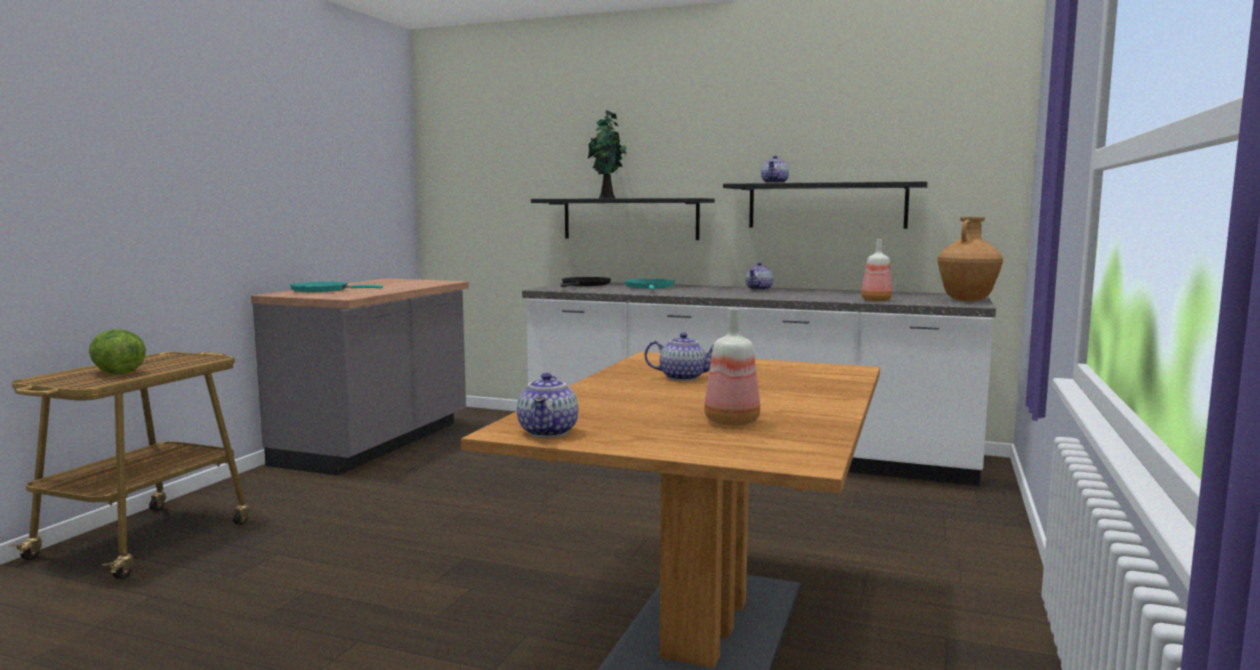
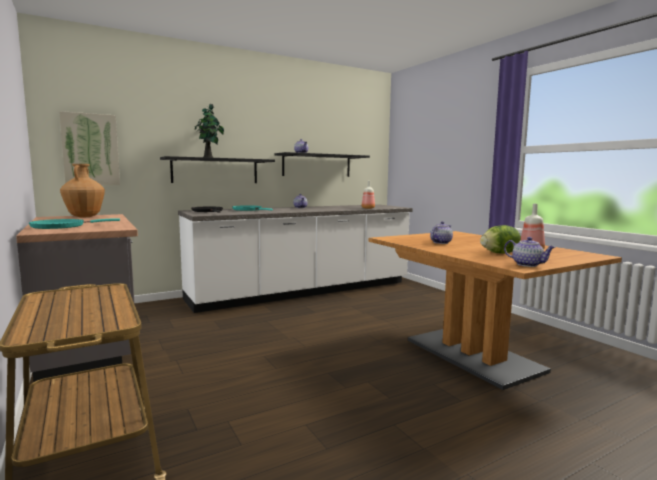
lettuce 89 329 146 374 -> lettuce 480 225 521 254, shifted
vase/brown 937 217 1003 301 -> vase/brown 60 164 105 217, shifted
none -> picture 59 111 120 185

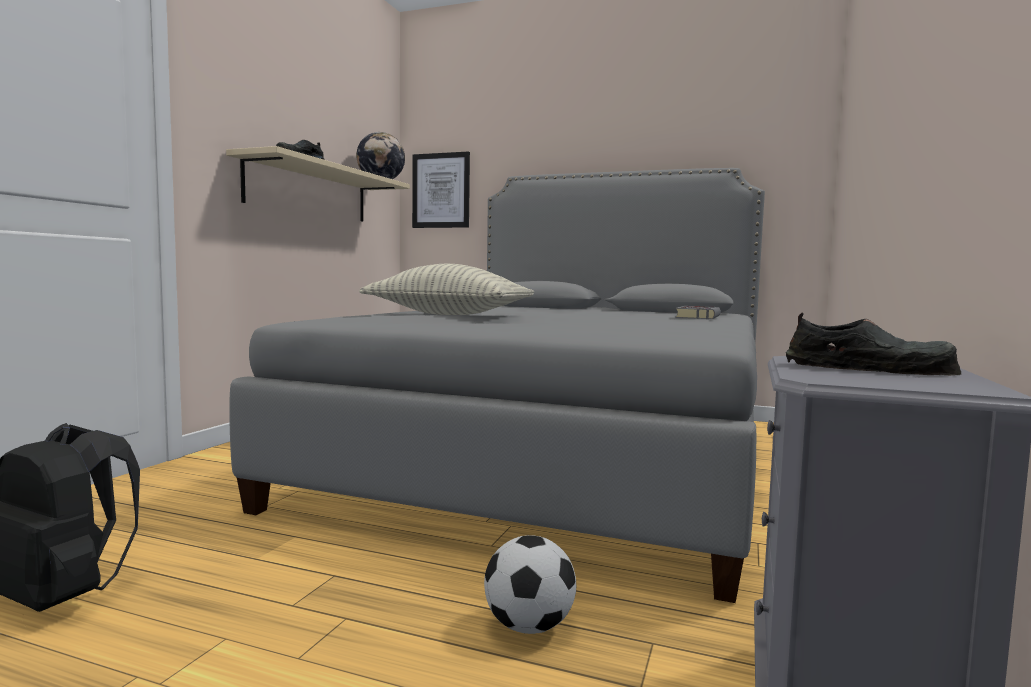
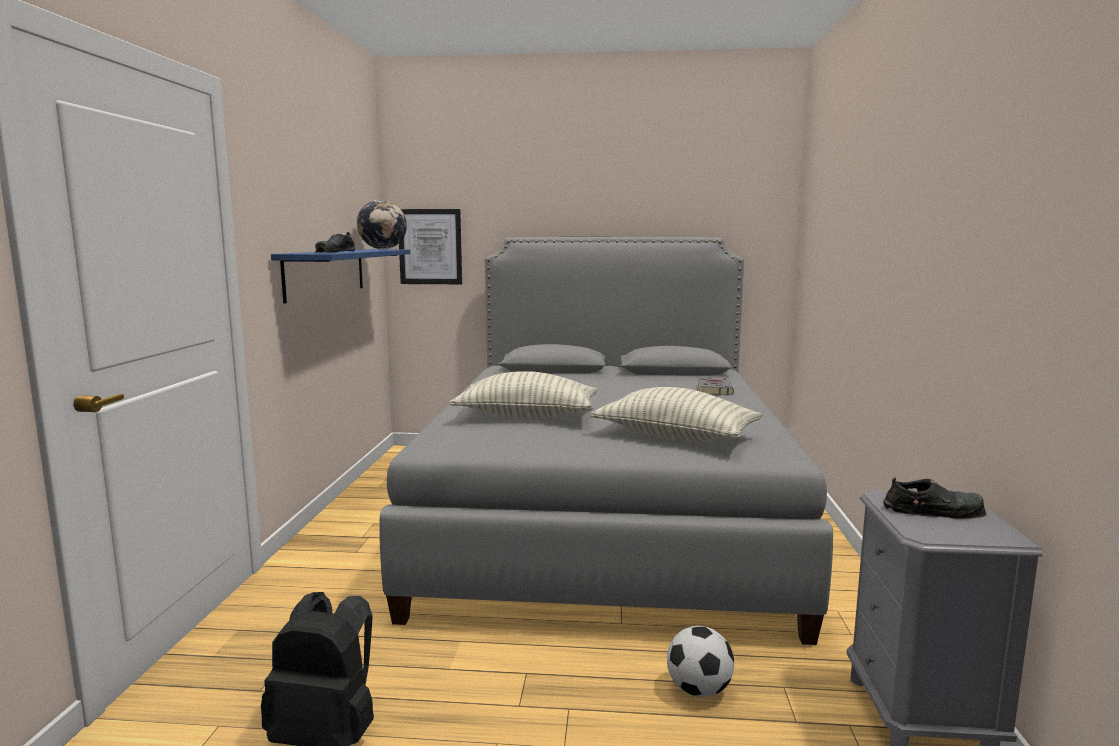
shelf/beige 226 146 410 221 -> shelf/blue 271 249 410 304
none -> pillow 590 387 762 441

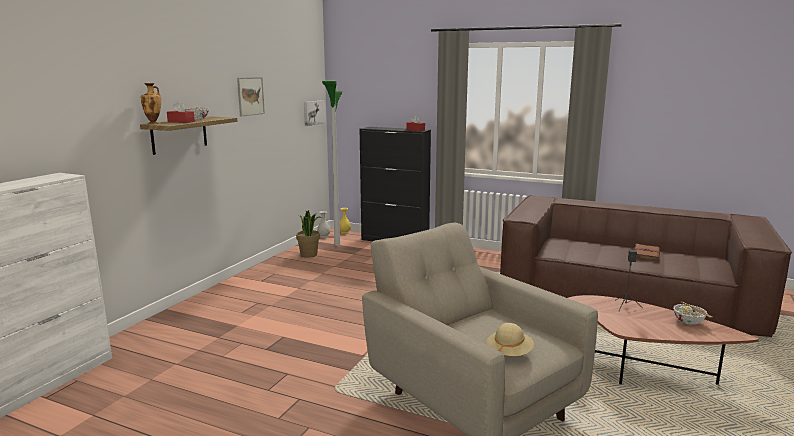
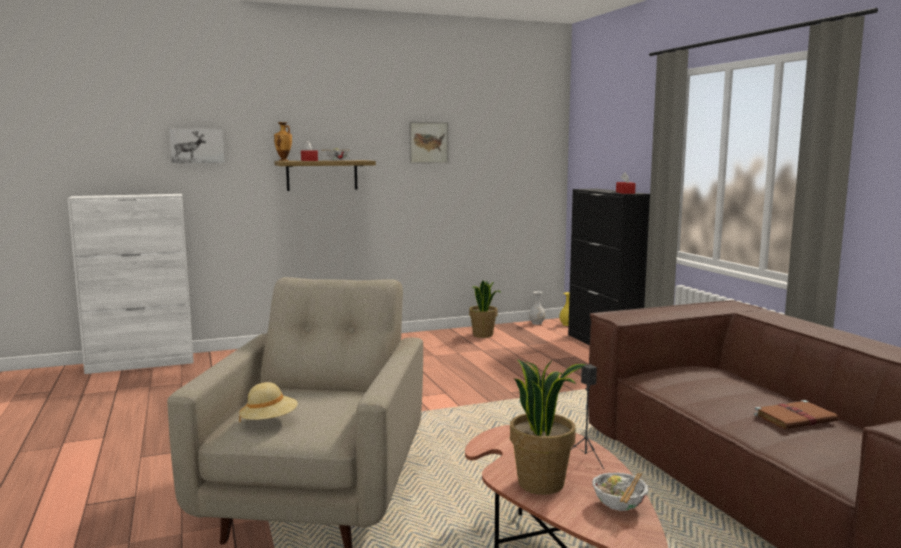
picture 304 100 326 126 -> picture 169 129 224 163, shifted
floor lamp 322 81 342 246 -> none
none -> potted plant 510 359 587 495

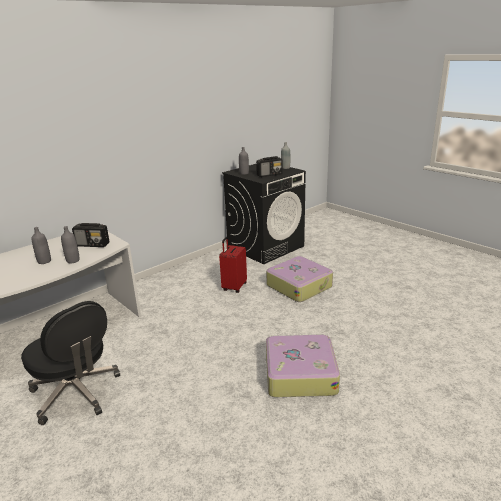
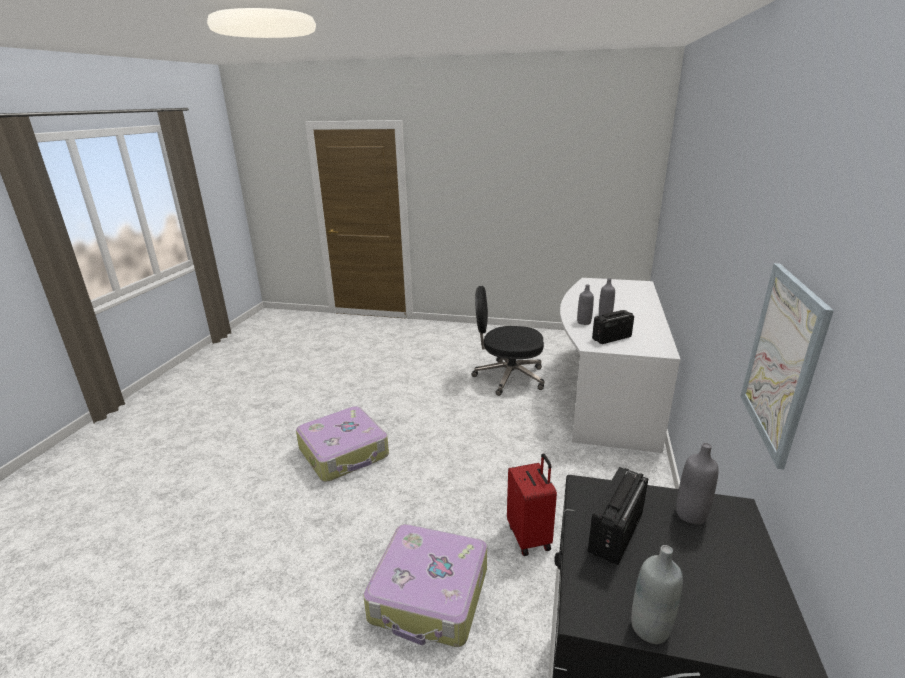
none -> picture 740 263 834 469

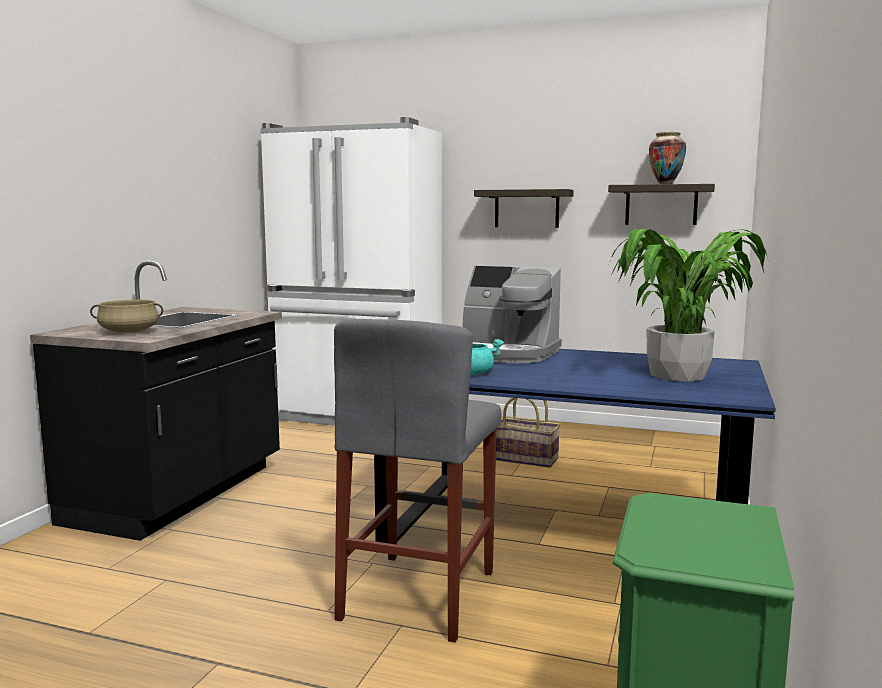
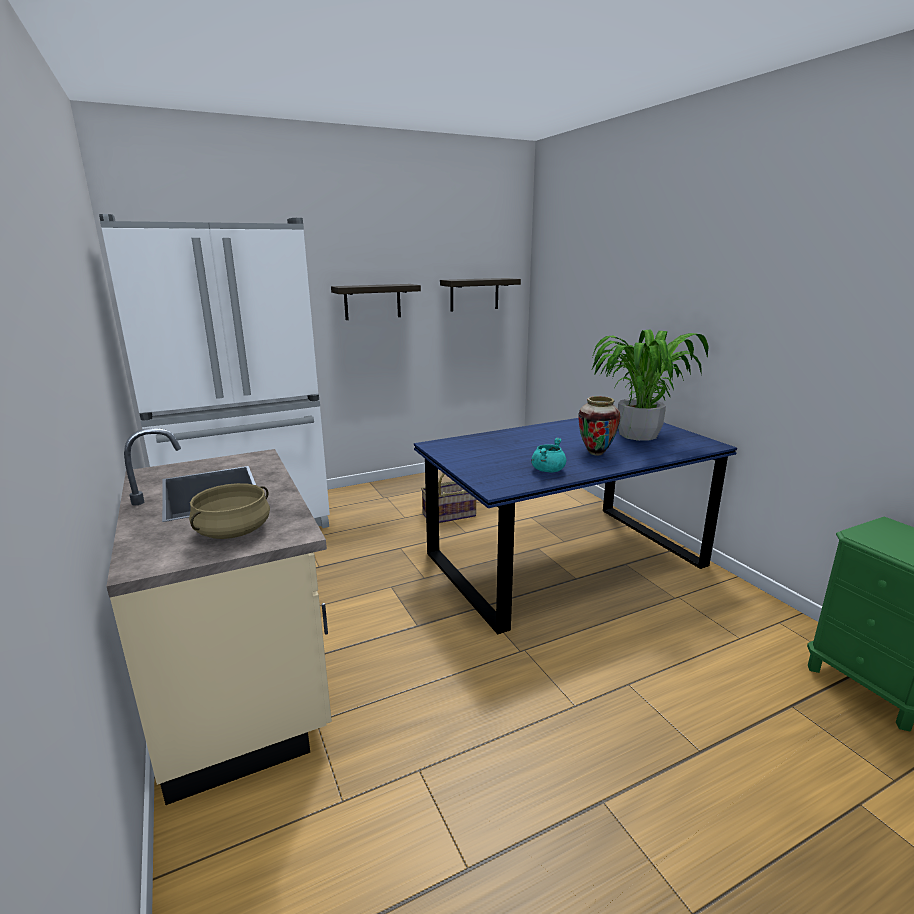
counter/black 30 261 282 541 -> counter/beige 106 428 332 805
stool/grey 334 319 502 643 -> none
coffee machine 462 266 562 363 -> none
vase 649 132 686 184 -> vase 578 396 621 456, shifted

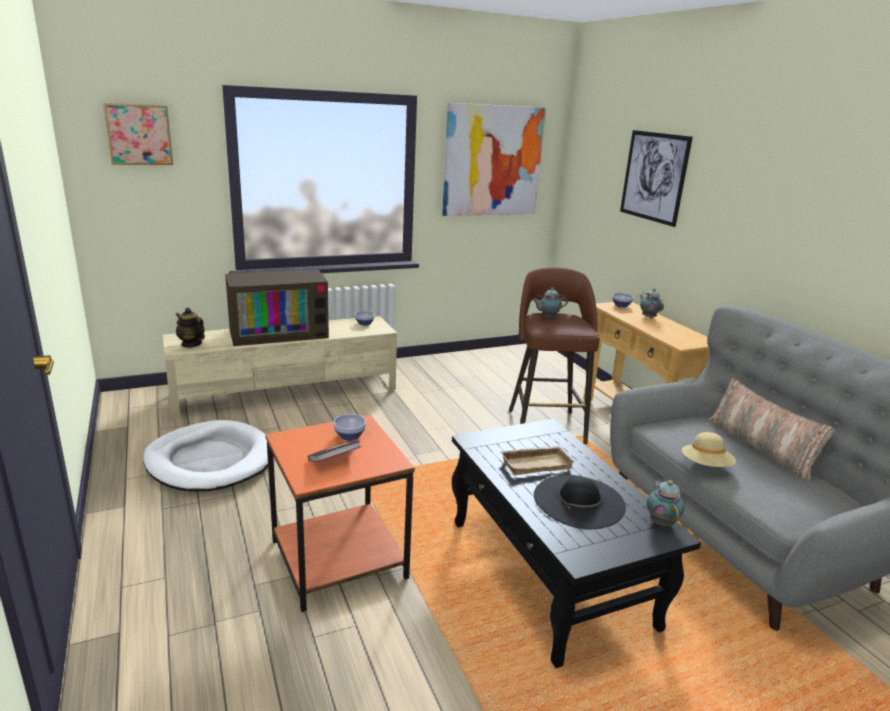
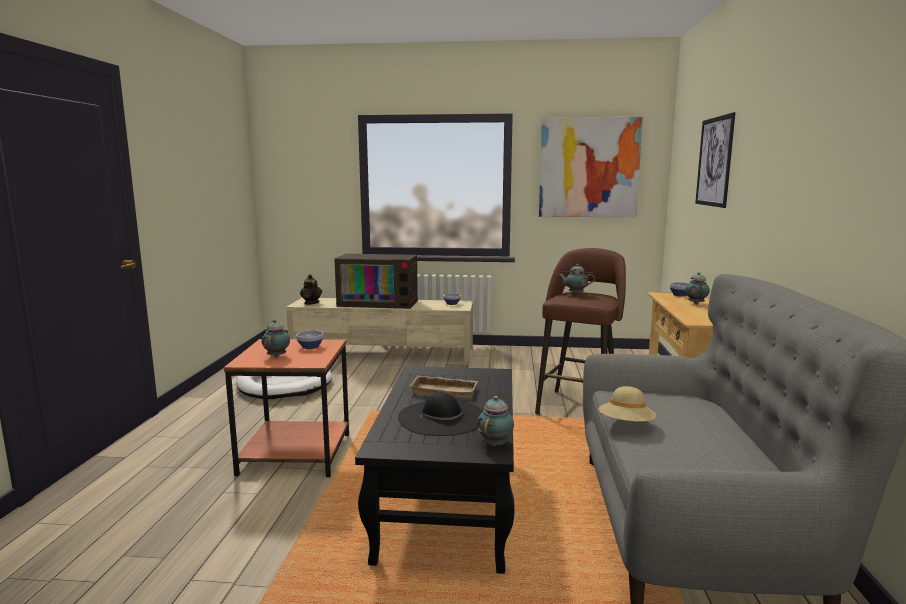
picture 103 103 173 165 -> none
book 308 441 361 462 -> teapot 262 319 290 358
pillow 708 378 835 481 -> none

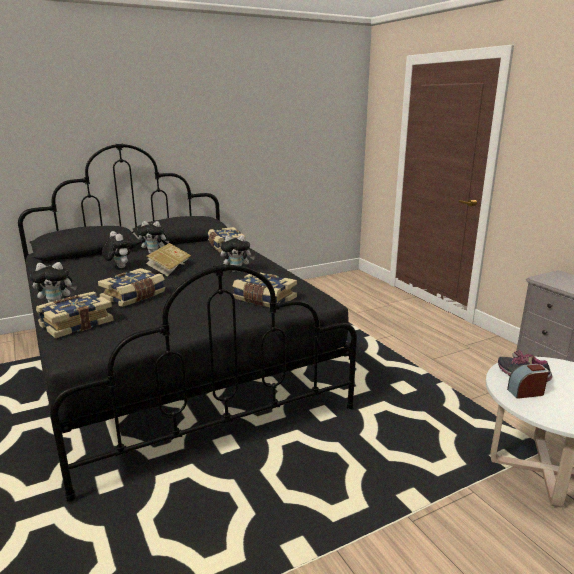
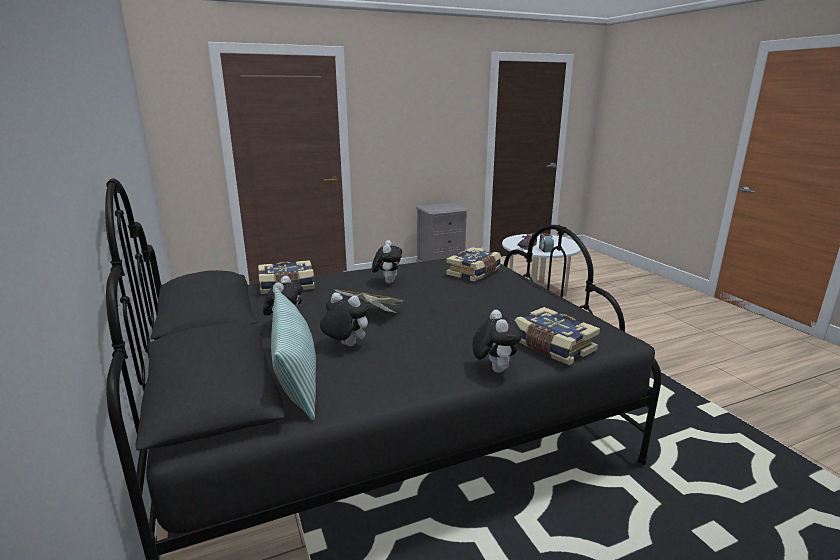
book 98 268 165 307 -> none
plush toy 102 231 132 268 -> plush toy 320 292 370 346, 60 degrees clockwise
none -> pillow 271 288 316 421

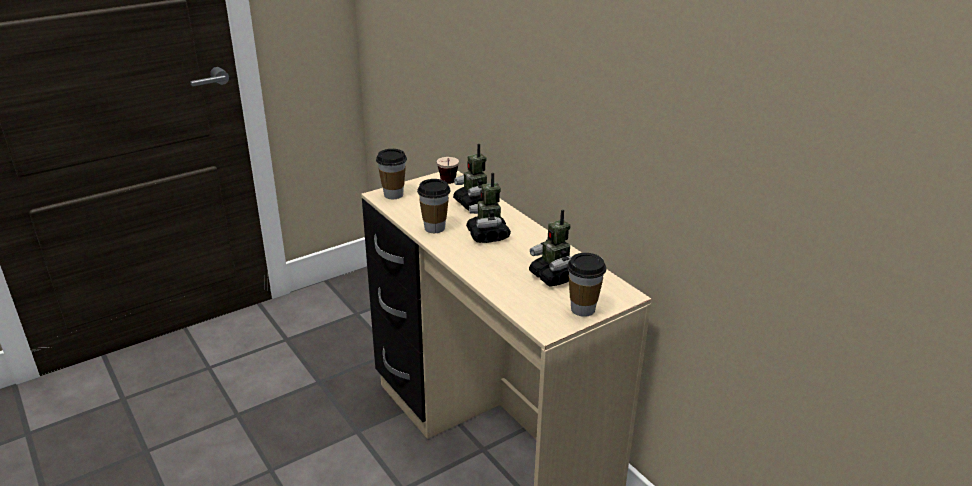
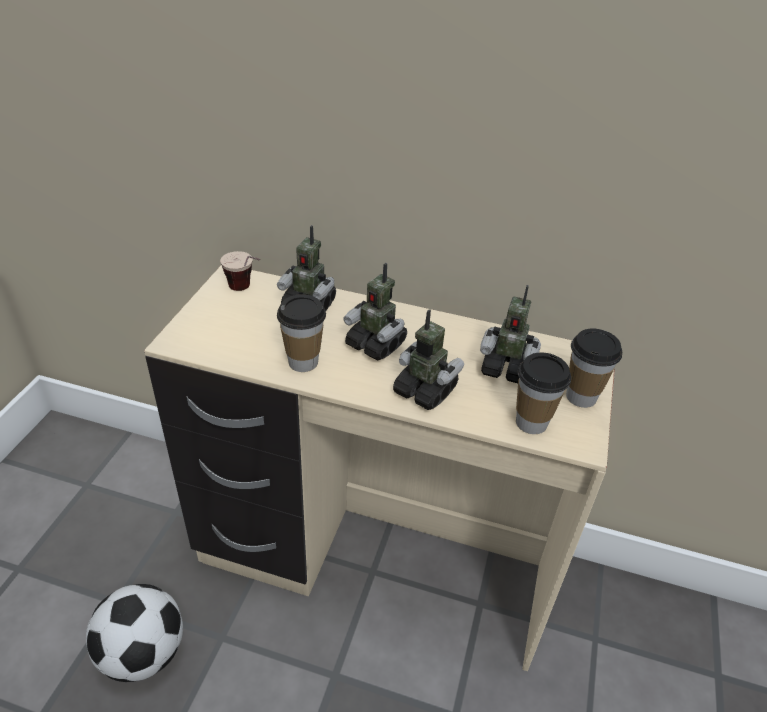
cup 376 149 407 199 -> cup 516 352 571 434, shifted
none -> football 86 584 183 682
none -> toy robot 393 309 464 410

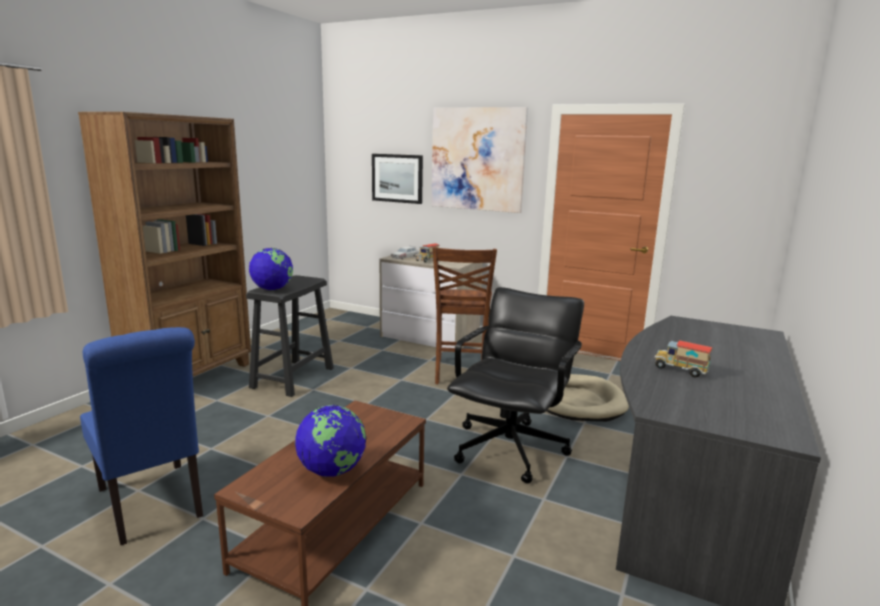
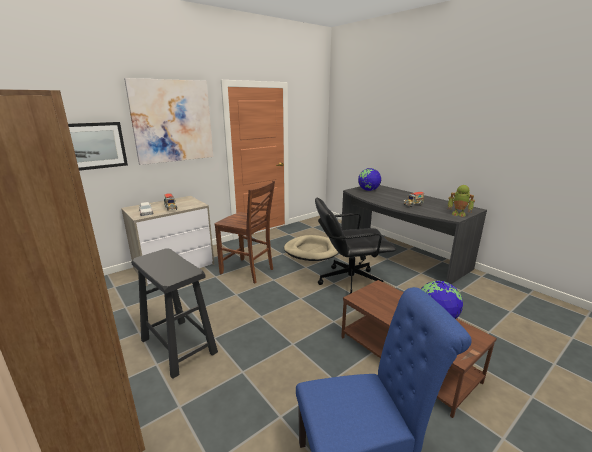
globe 249 248 293 290 -> globe 358 168 381 191, shifted
office chair/black 447 287 584 484 -> office chair/black 315 197 396 294, 60 degrees counterclockwise
none -> toy robot 448 185 475 217

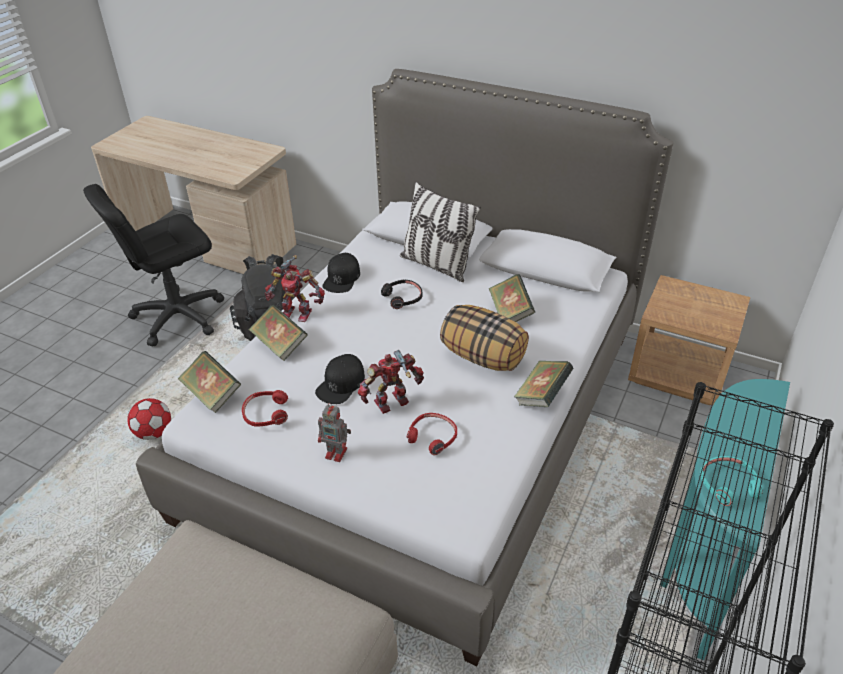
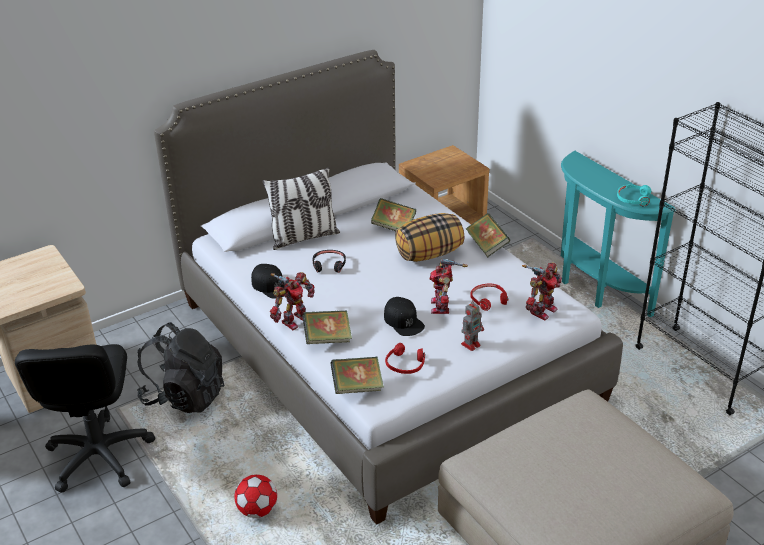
none -> toy robot 522 262 562 320

